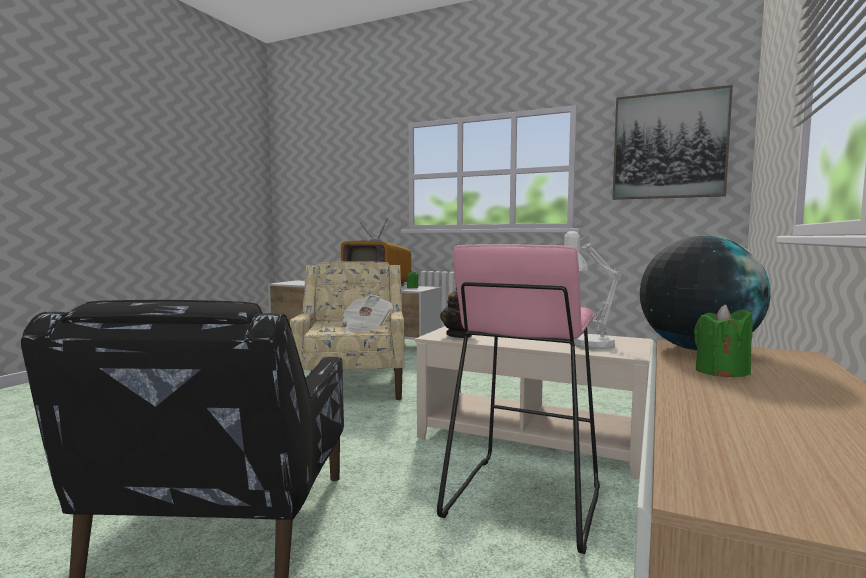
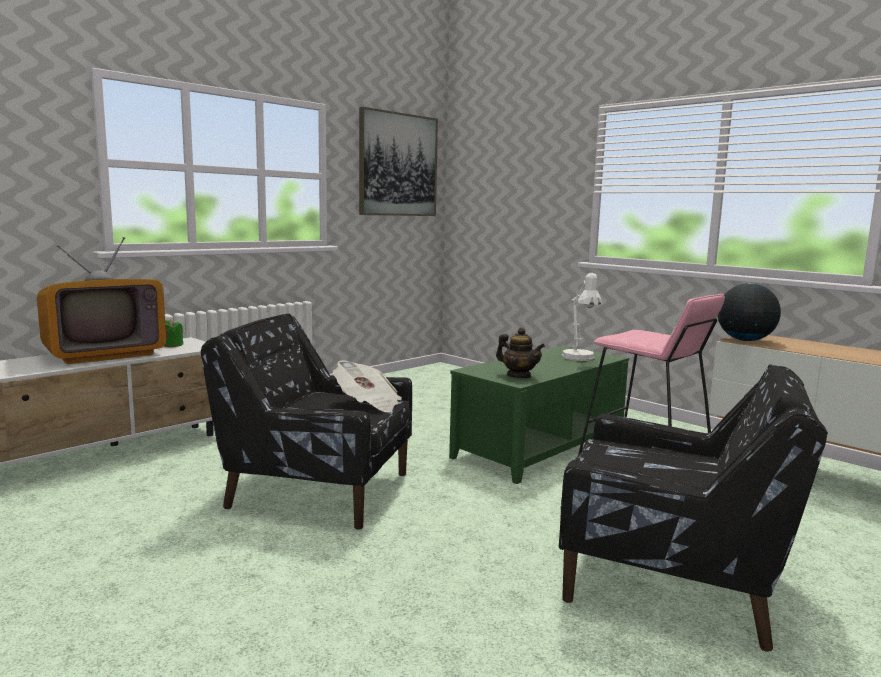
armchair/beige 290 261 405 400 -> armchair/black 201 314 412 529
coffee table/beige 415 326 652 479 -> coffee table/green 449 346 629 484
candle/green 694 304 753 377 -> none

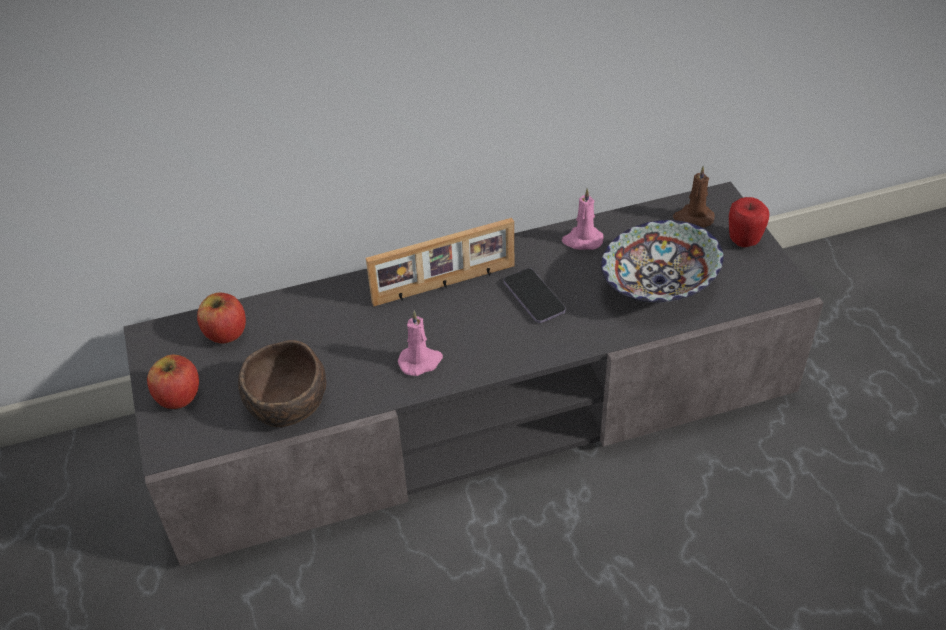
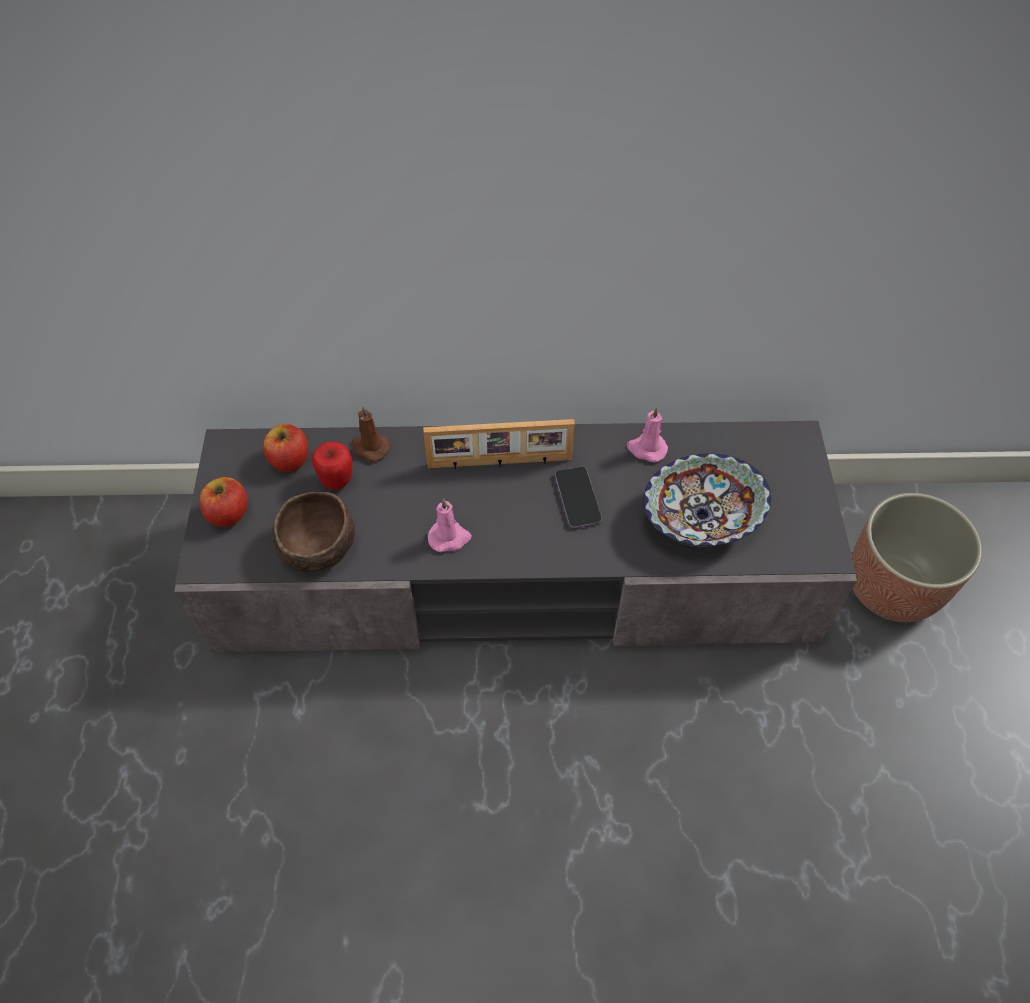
candle/brown 673 166 715 228 -> candle/brown 351 406 390 462, shifted
apple 729 197 769 247 -> apple 312 441 352 490, shifted
none -> planter 852 493 982 622

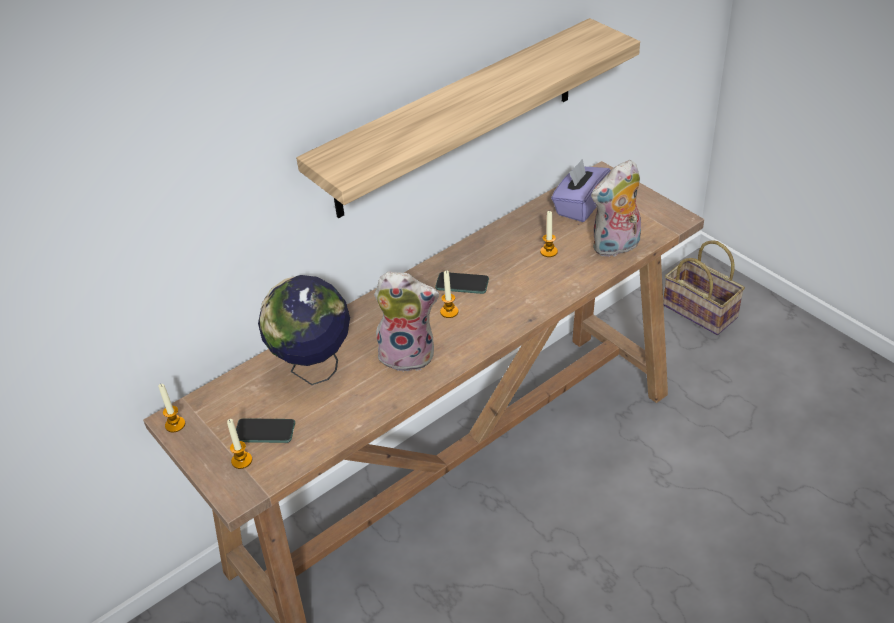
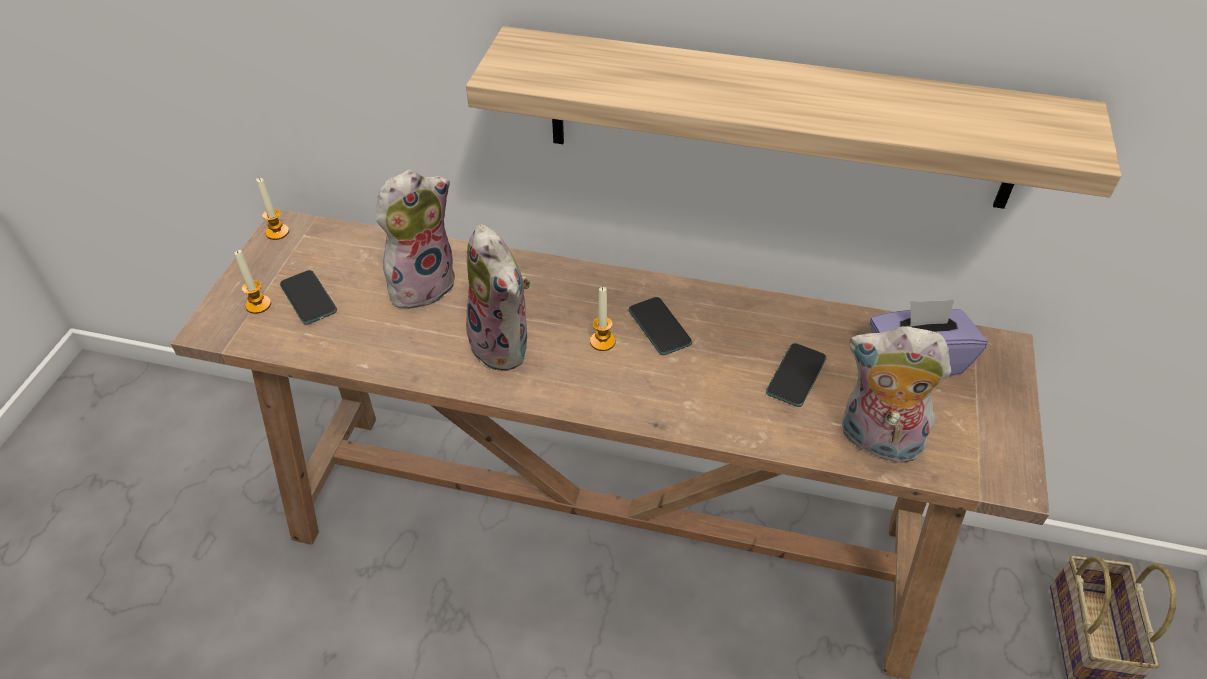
globe 258 275 350 385 -> plush toy 376 169 455 309
candle 540 210 558 257 -> phone 766 343 826 407

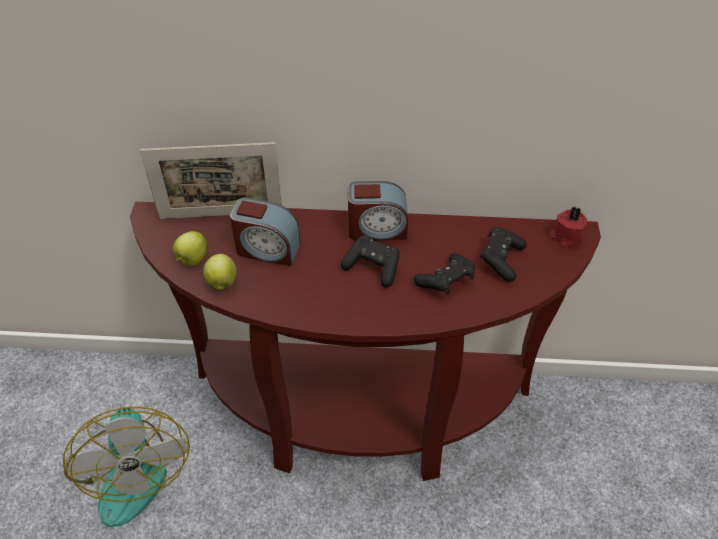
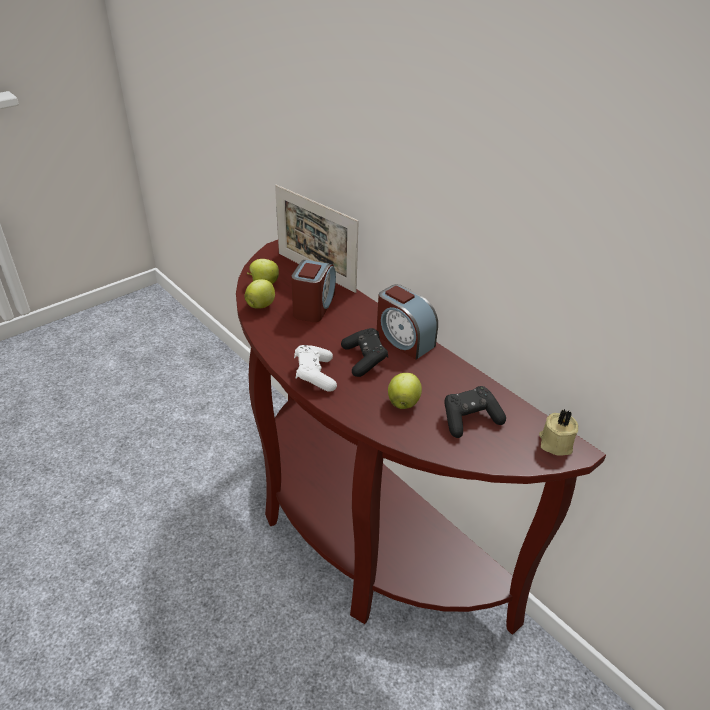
fan 63 406 190 527 -> none
alarm clock 230 197 301 266 -> alarm clock 291 260 336 322, 135 degrees counterclockwise
game controller/black 414 253 475 295 -> apple 388 373 422 409
candle/red 550 206 587 247 -> candle/beige 539 409 578 456
none -> game controller/white 294 345 337 392

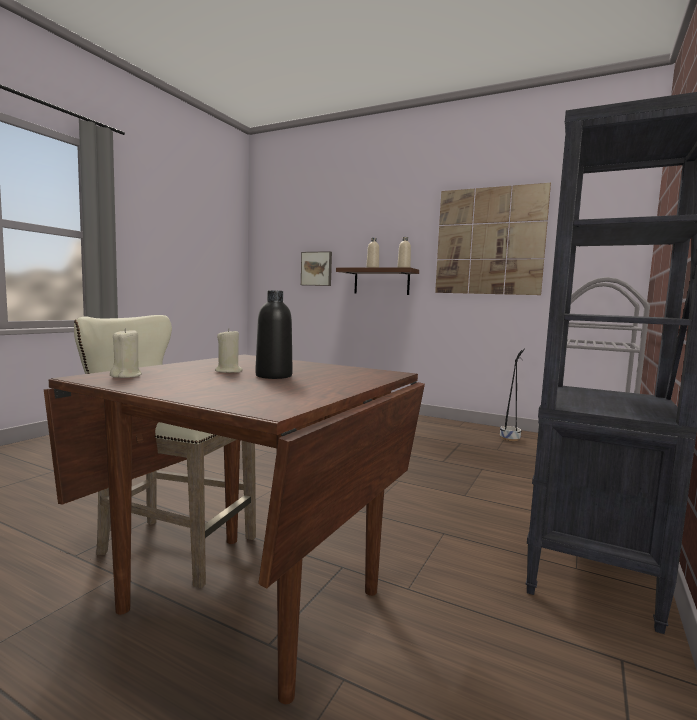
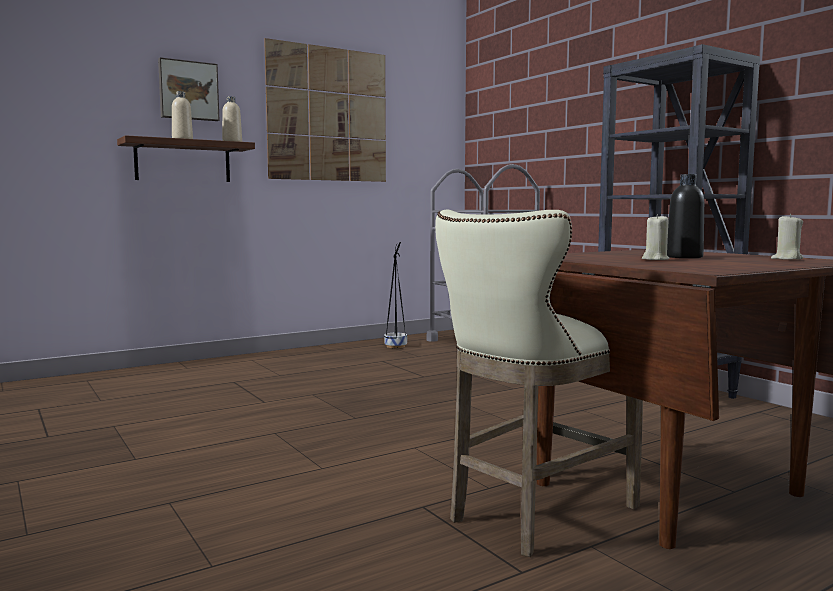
candle/beige 110 328 142 378 -> candle/beige 771 214 803 260, shifted
picture 301 251 332 286 -> picture 158 57 219 121, shifted

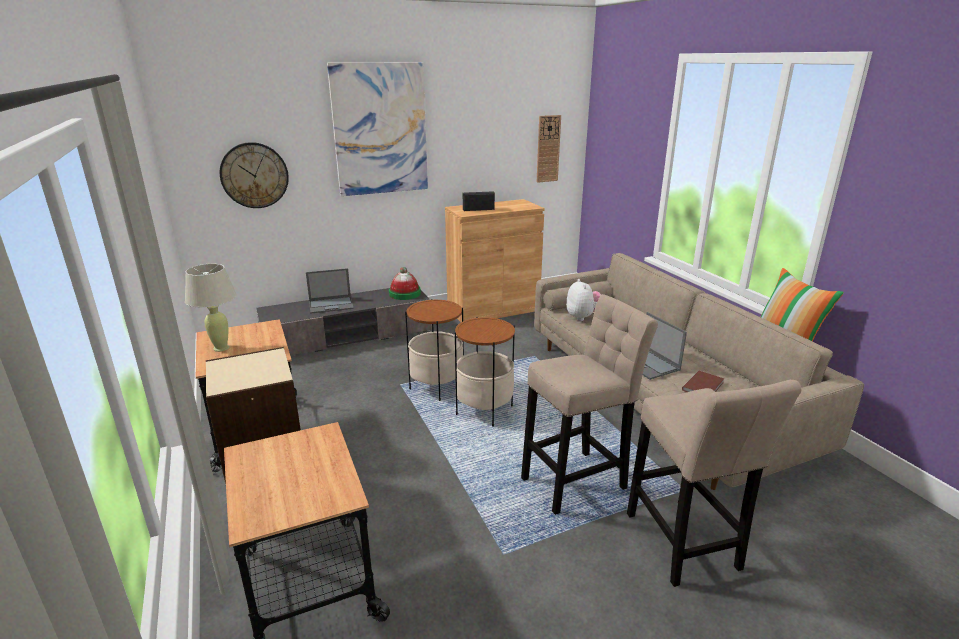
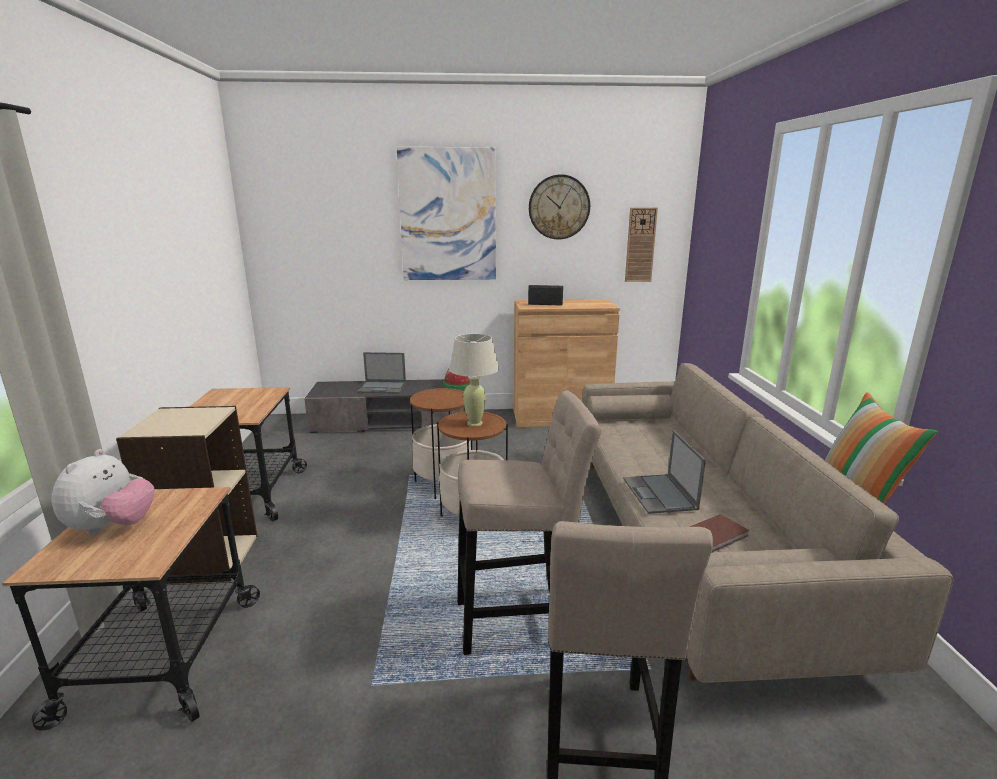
table lamp/beige 185 264 237 352 -> table lamp/beige 449 334 499 427, shifted
wall clock 220 142 289 208 -> wall clock 529 174 590 240, shifted
plush toy 566 279 601 321 -> plush toy 52 449 155 535, shifted

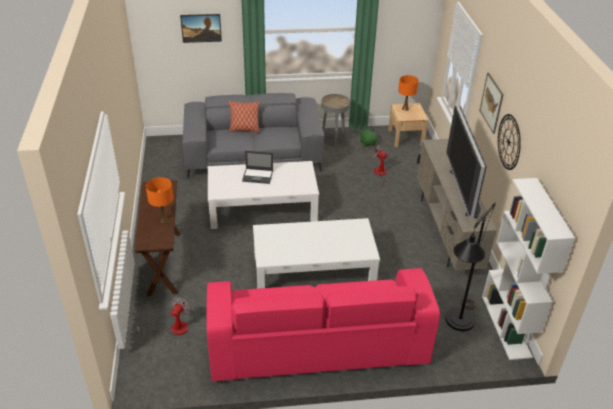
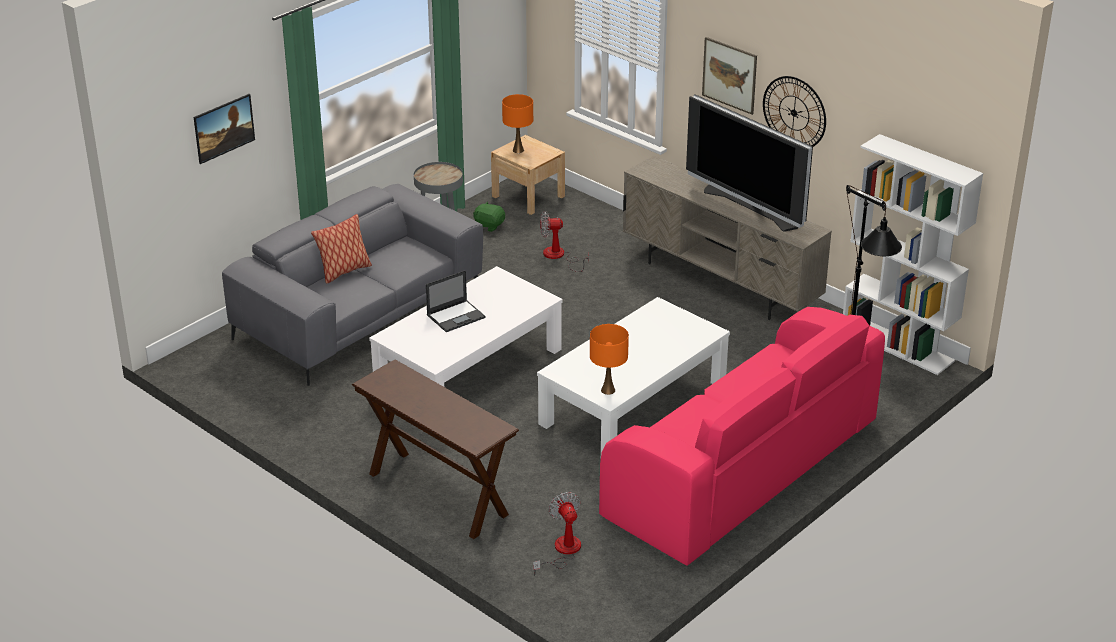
table lamp/orange 146 177 174 223 -> table lamp/orange 590 324 629 395, shifted

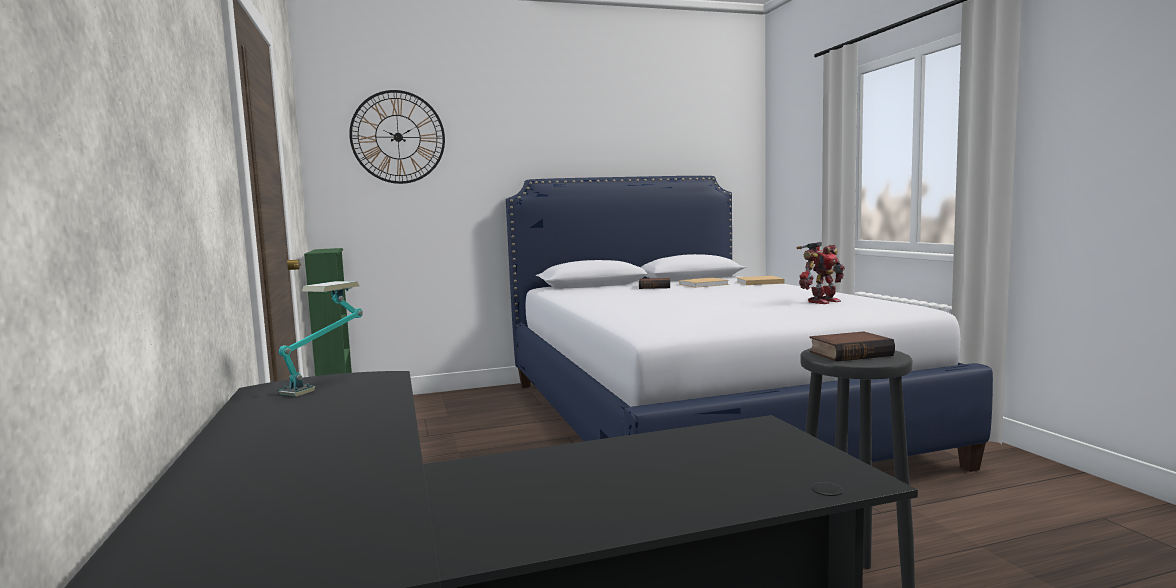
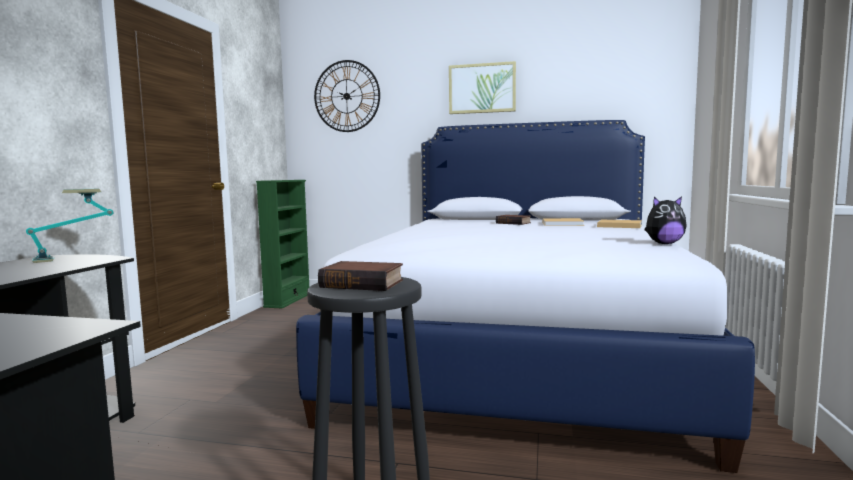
toy robot 796 242 845 304 -> none
none -> picture 449 61 516 114
none -> plush toy 645 196 687 244

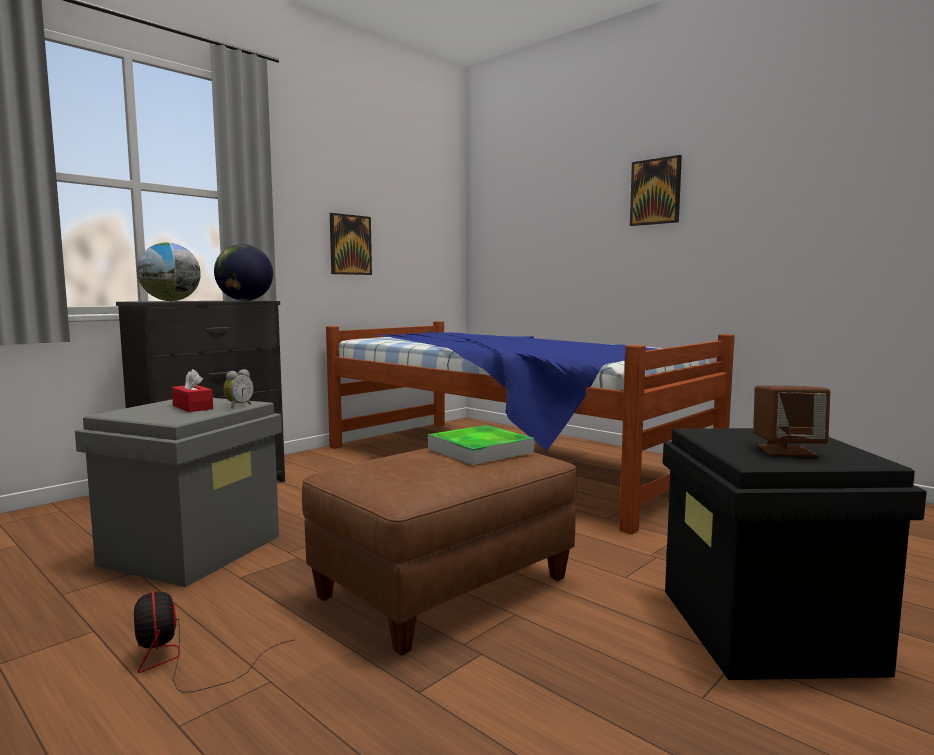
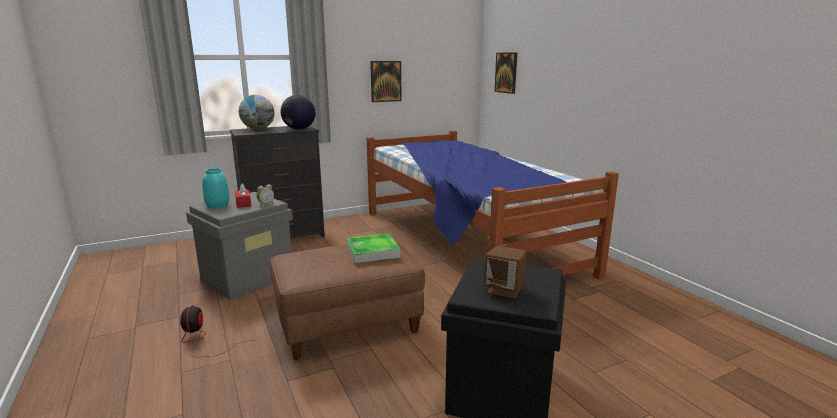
picture 630 155 682 226 -> picture 494 52 517 94, shifted
none -> vase/turquoise 202 168 230 208

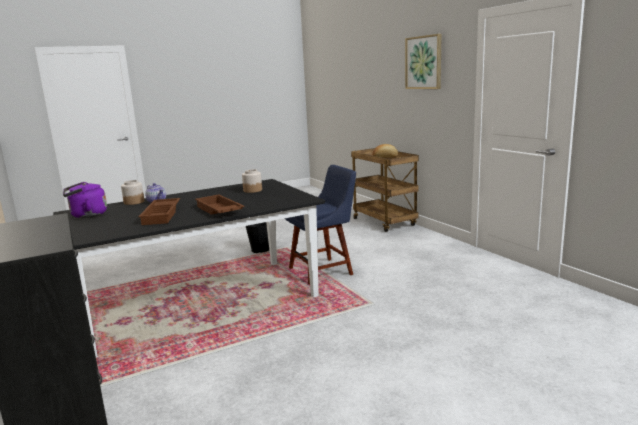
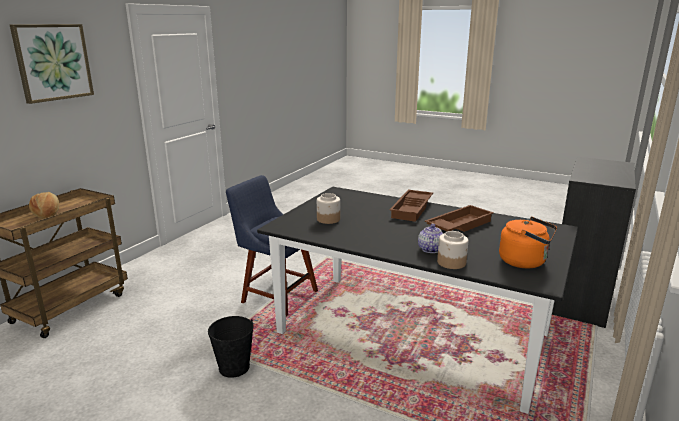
kettle/purple 63 182 107 218 -> kettle/orange 499 217 557 269

